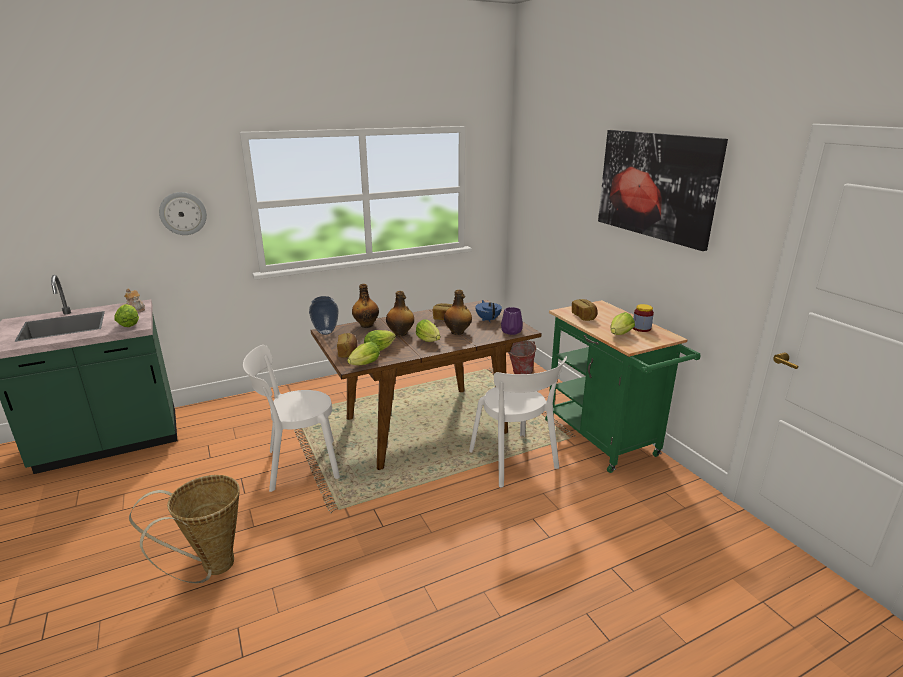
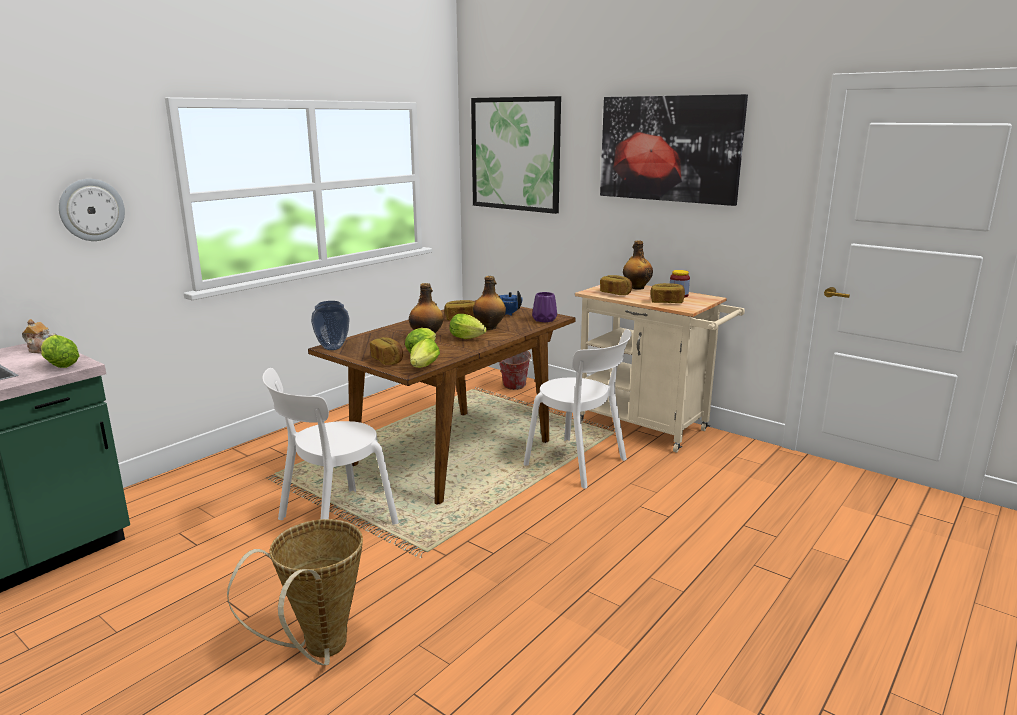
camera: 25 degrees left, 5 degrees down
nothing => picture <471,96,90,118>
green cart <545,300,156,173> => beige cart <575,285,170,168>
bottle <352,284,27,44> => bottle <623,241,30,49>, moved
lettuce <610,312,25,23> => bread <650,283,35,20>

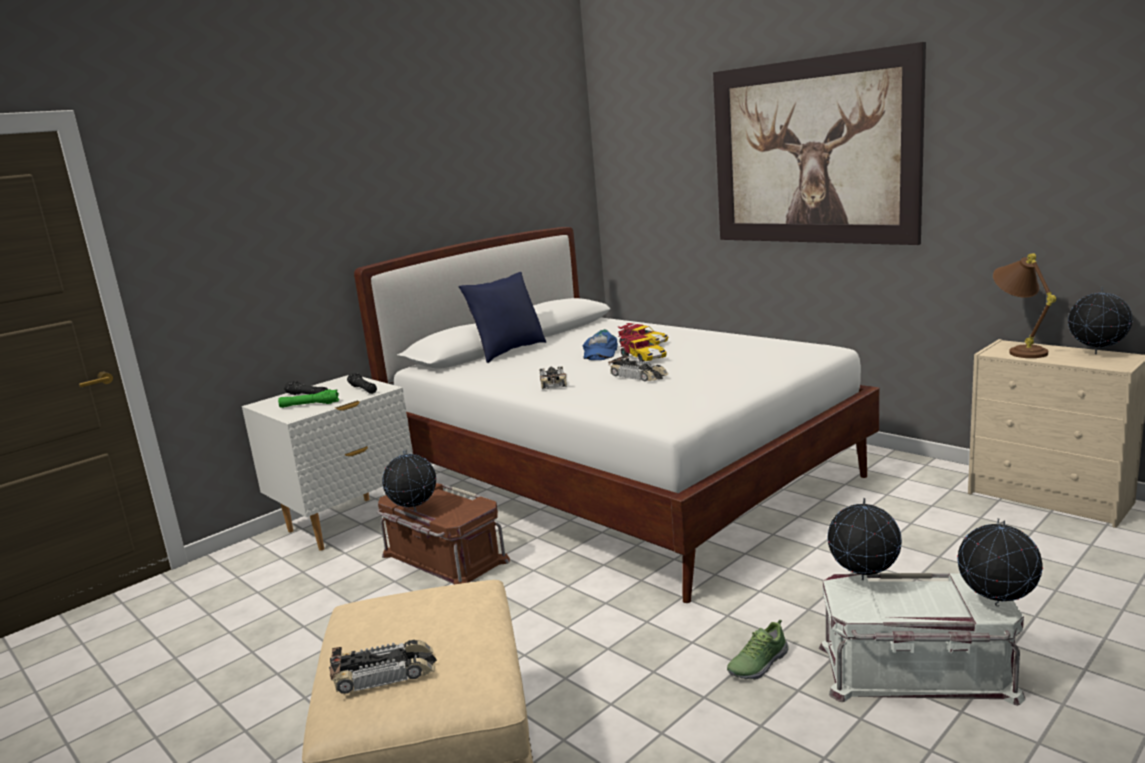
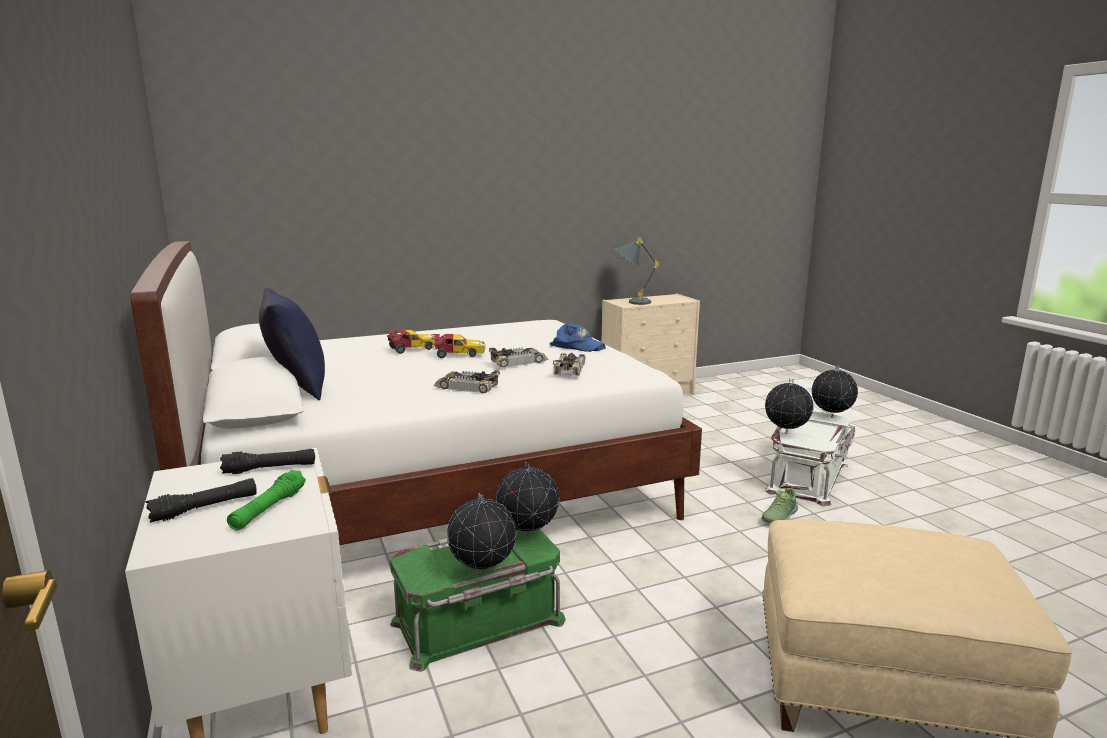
camera: 70 degrees left, 0 degrees up
brown storage box <377,483,133,102> => green storage box <390,529,176,143>
globe <1068,286,64,68> => globe <496,462,63,74>, moved
blue cap <583,329,35,31> => blue cap <549,323,57,29>, moved
toy car <329,640,108,54> => toy car <553,352,33,24>, moved
brown table lamp <993,253,63,105> => grey table lamp <615,237,45,68>
shoe <727,620,61,60> => shoe <761,486,37,38>, 60 degrees clockwise
picture <713,42,213,203> => nothing

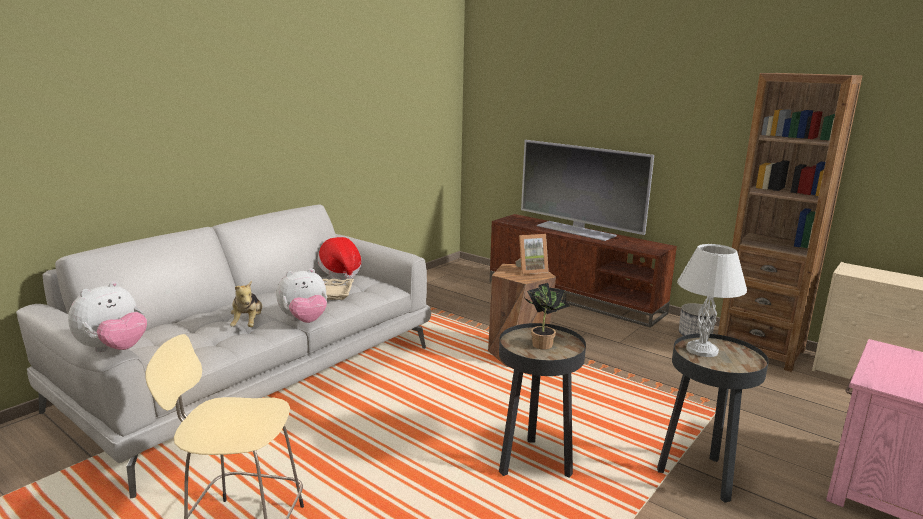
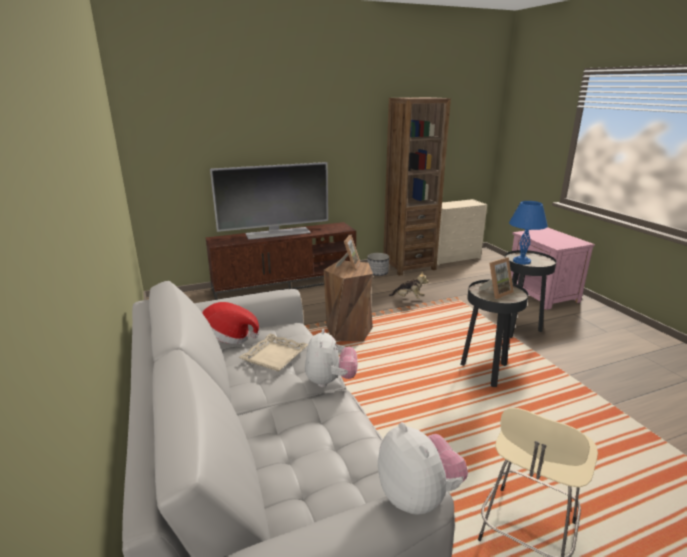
camera: 60 degrees left, 5 degrees up
plush toy <230,281,32,46> => plush toy <389,272,40,27>, moved
potted plant <524,283,46,67> => picture frame <479,257,35,42>
white table lamp <677,244,70,113> => blue table lamp <509,201,39,64>

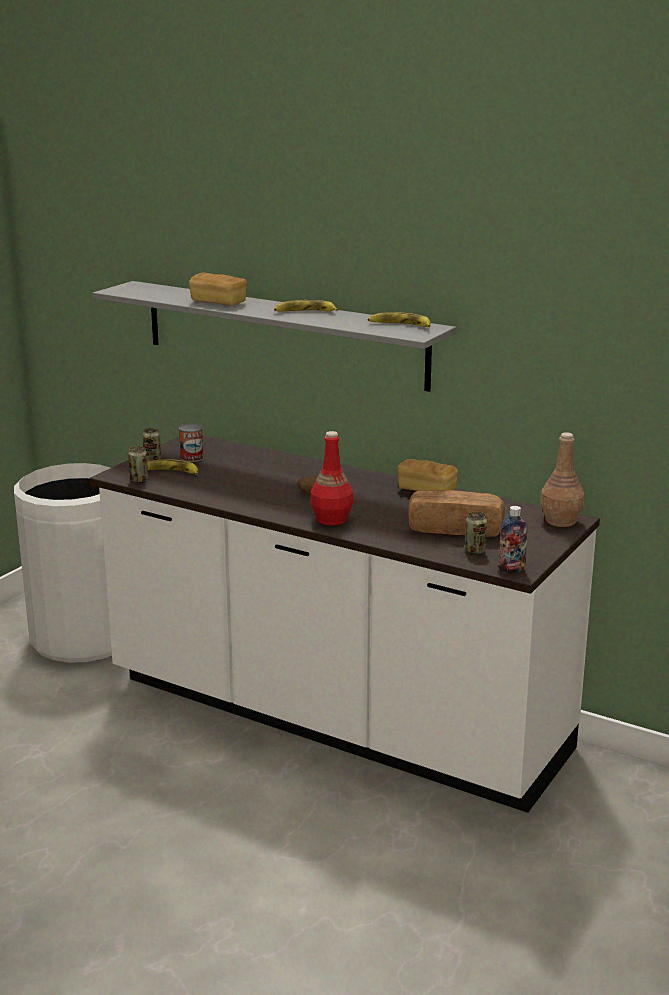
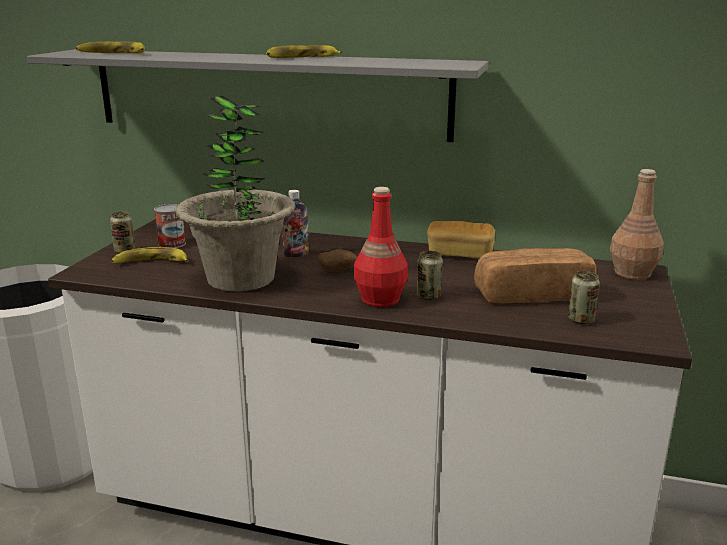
camera: 15 degrees left, 0 degrees up
banana <367,312,64,15> => banana <76,41,69,12>, moved
nothing => potted plant <175,96,121,196>
bottle <498,506,30,67> => bottle <282,190,27,68>, moved
can <128,446,20,37> => can <417,251,26,49>, moved
bread <189,272,58,34> => nothing

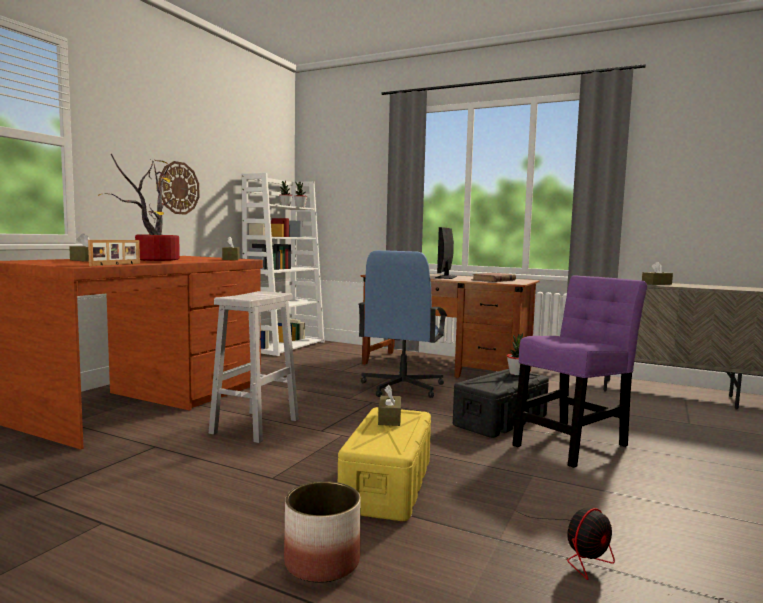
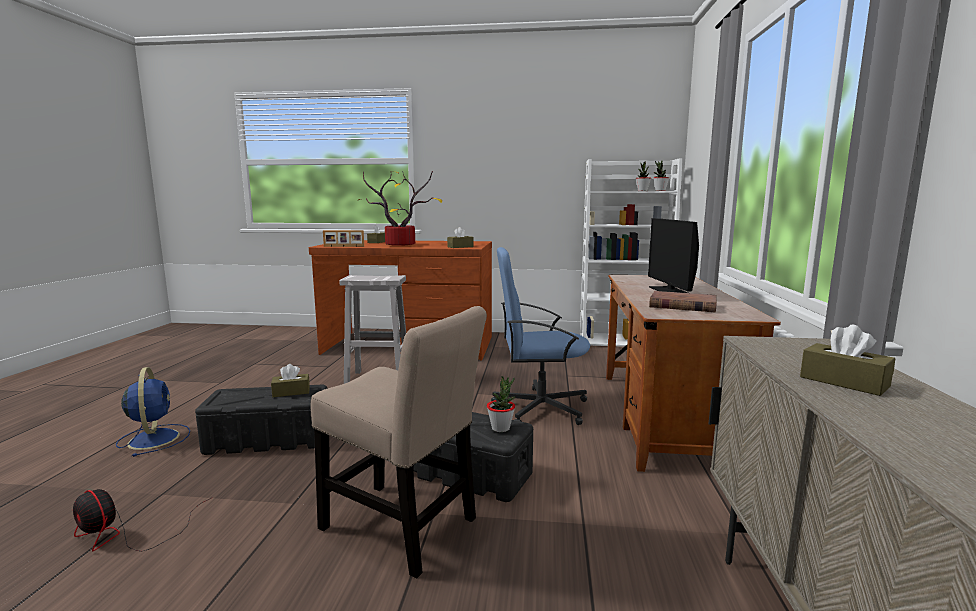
camera: 70 degrees right, 5 degrees up
planter <284,481,77,102> => blue fan <116,367,74,90>
yellow storage box <338,407,93,114> => black storage box <195,385,132,70>
purple chair <512,275,135,193> => beige chair <310,306,177,272>
monitor <435,227,22,52> => monitor <648,218,51,75>, 90 degrees counterclockwise
wall clock <159,161,40,54> => nothing

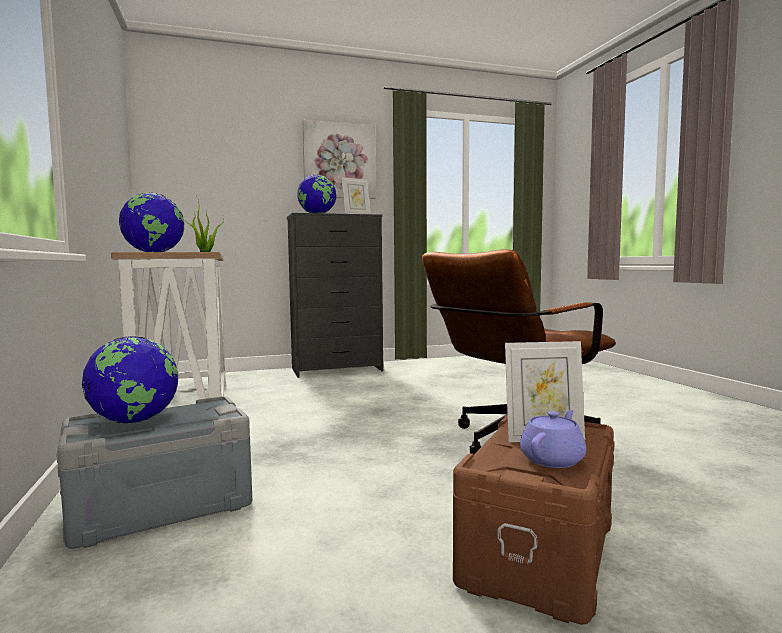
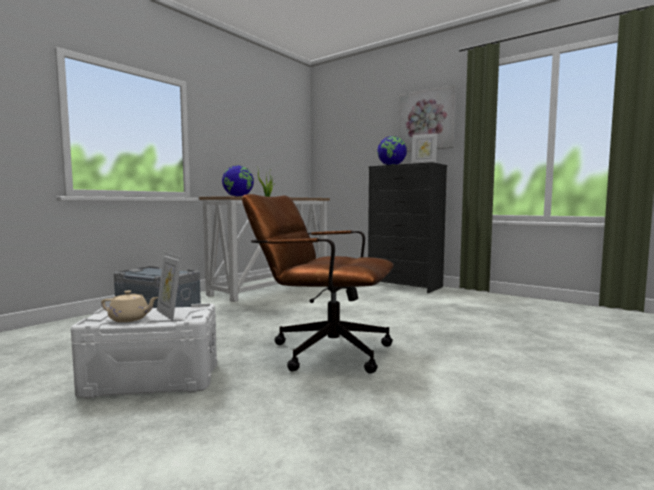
camera: 55 degrees right, 0 degrees up
brown storage box <453,415,162,209> => white storage box <71,303,146,96>
purple teapot <520,410,66,58> => beige teapot <101,290,58,32>
globe <82,336,97,87> => nothing

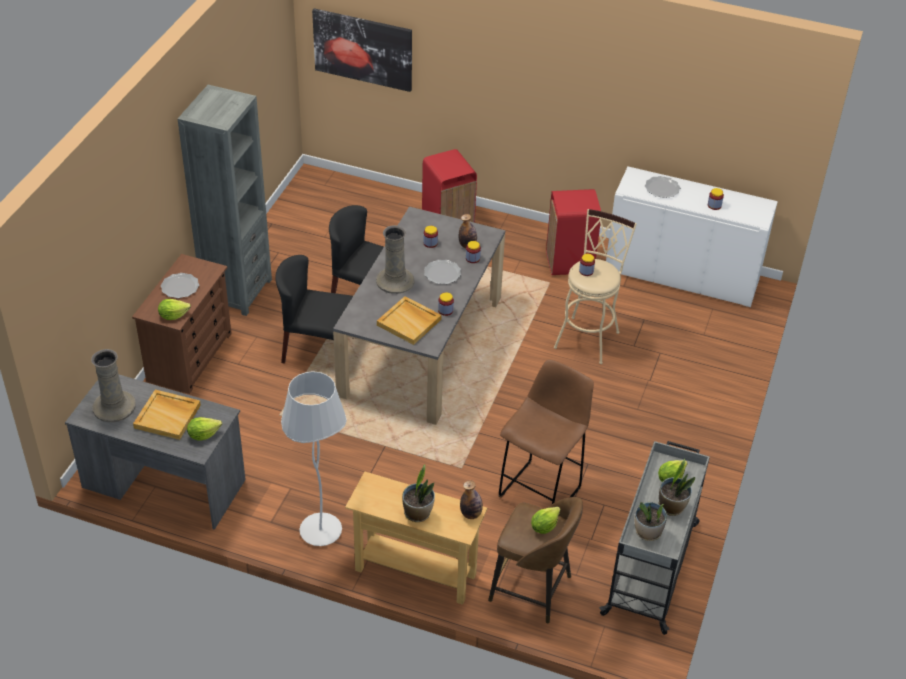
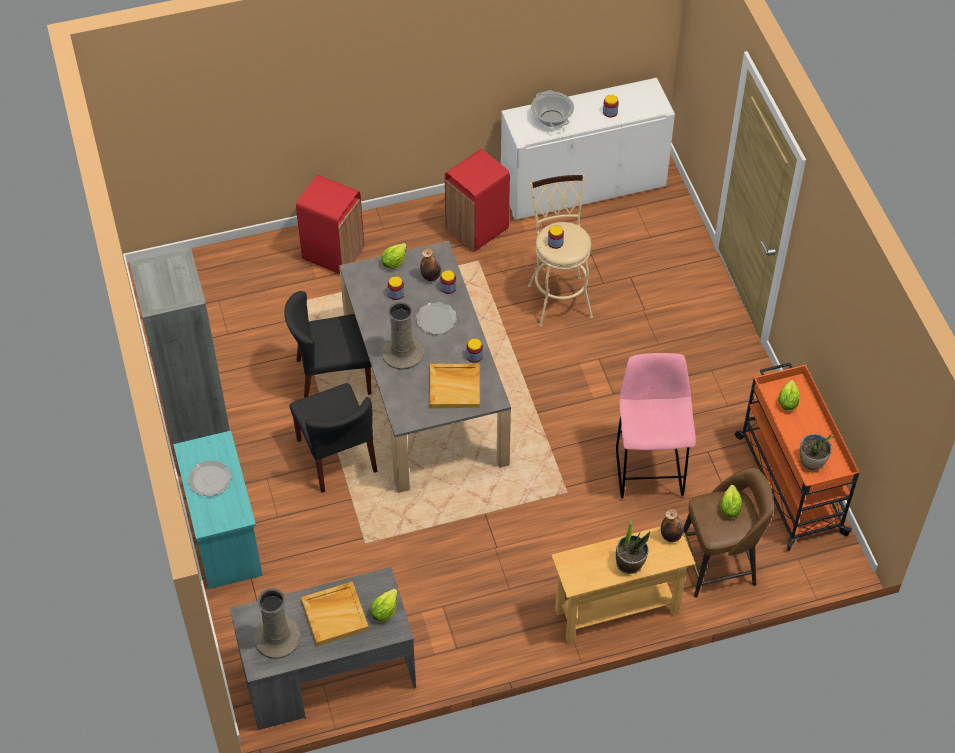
camera: 35 degrees left, 10 degrees up
brown dresser <132,254,100,140> => turquoise dresser <173,431,90,158>
black chair <276,255,79,108> => black chair <289,383,88,110>, 90 degrees counterclockwise
lettuce <158,299,33,21> => lettuce <381,243,26,26>, moved
plate <645,176,35,22> => cooking pot <531,90,43,38>
brown stool <498,360,96,144> => pink stool <616,353,80,146>
grey cart <599,441,111,194> => orange cart <735,363,125,188>
white floor lamp <281,371,66,175> => nothing
picture <312,8,100,84> => nothing
potted plant <659,459,36,57> => nothing

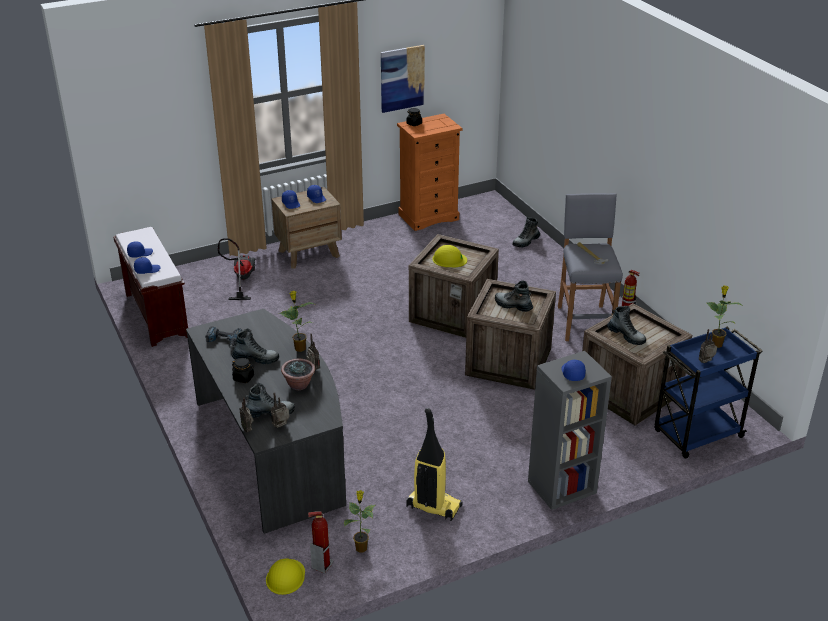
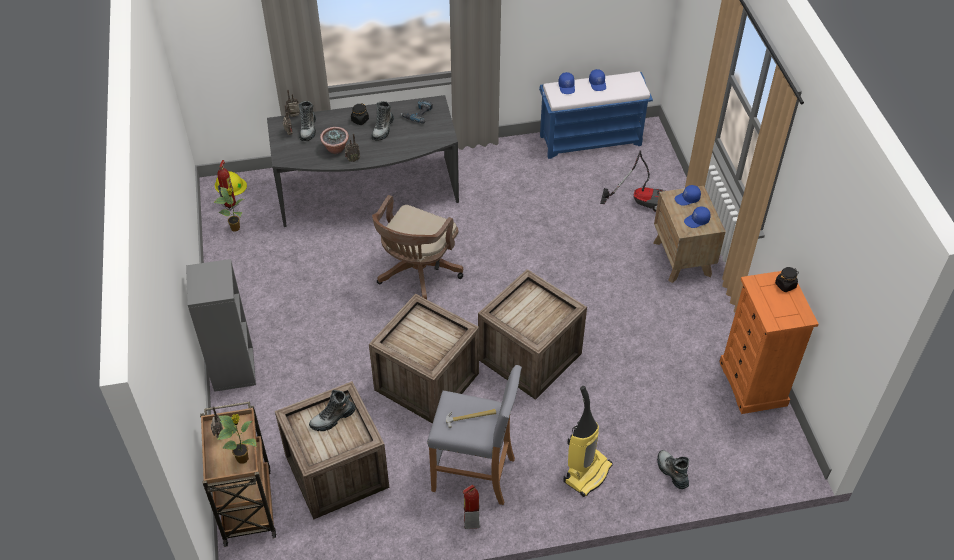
camera: 105 degrees right, 15 degrees up
blue cart <654,327,109,132> => brown cart <200,401,76,146>
nothing => brown office chair <372,195,91,104>
brown bench <113,227,75,120> => blue bench <539,71,114,88>
vacuum cleaner <406,408,57,113> => vacuum cleaner <563,386,50,111>, moved
potted plant <279,290,35,62> => nothing
picture <381,45,44,68> => nothing
yellow hard hat <432,245,35,22> => nothing
boot <495,281,38,31> => nothing
blue cap <561,360,25,21> => nothing

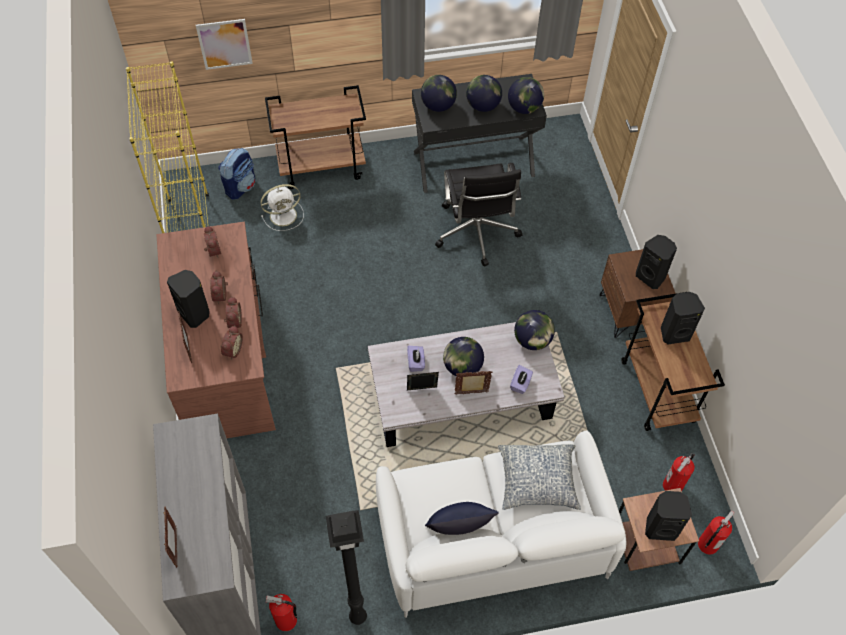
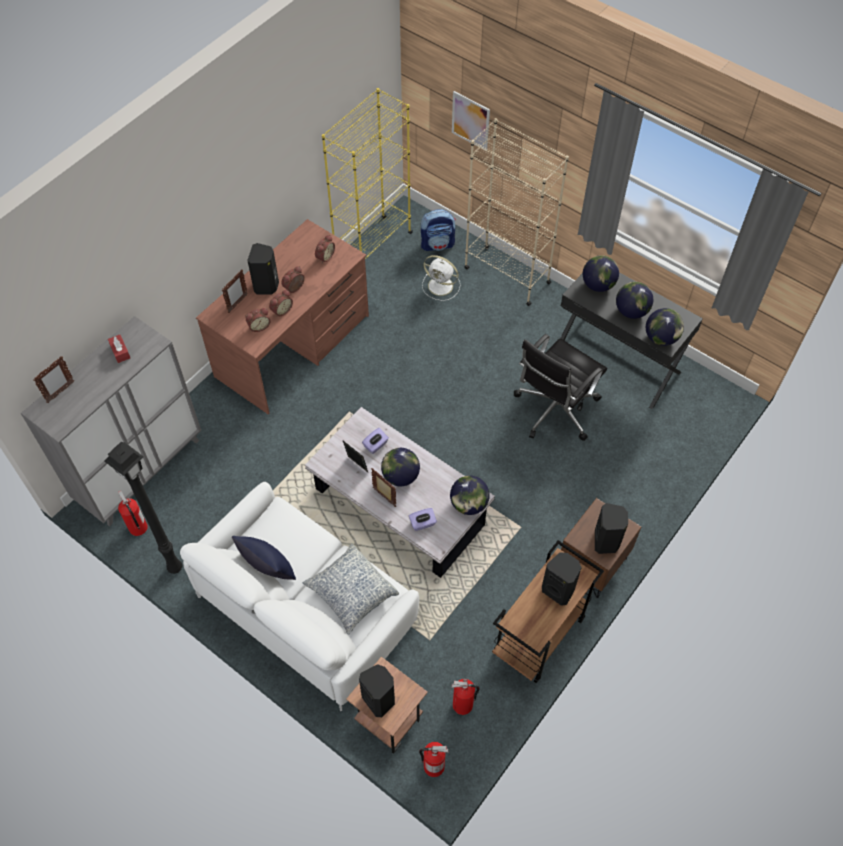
camera: 50 degrees right, 0 degrees up
nothing => red tissue box <108,335,22,28>
brown cart <265,85,101,104> => beige bookcase <465,118,104,188>

